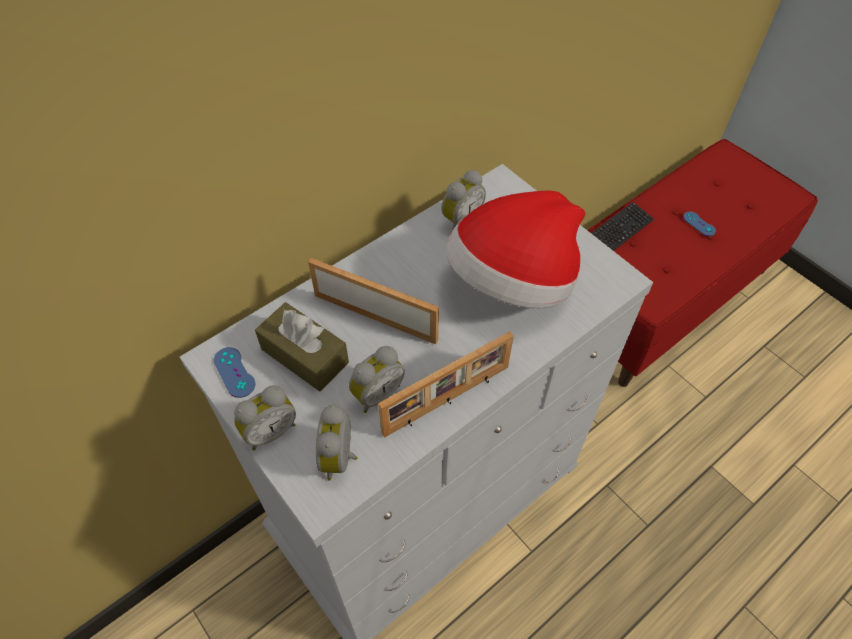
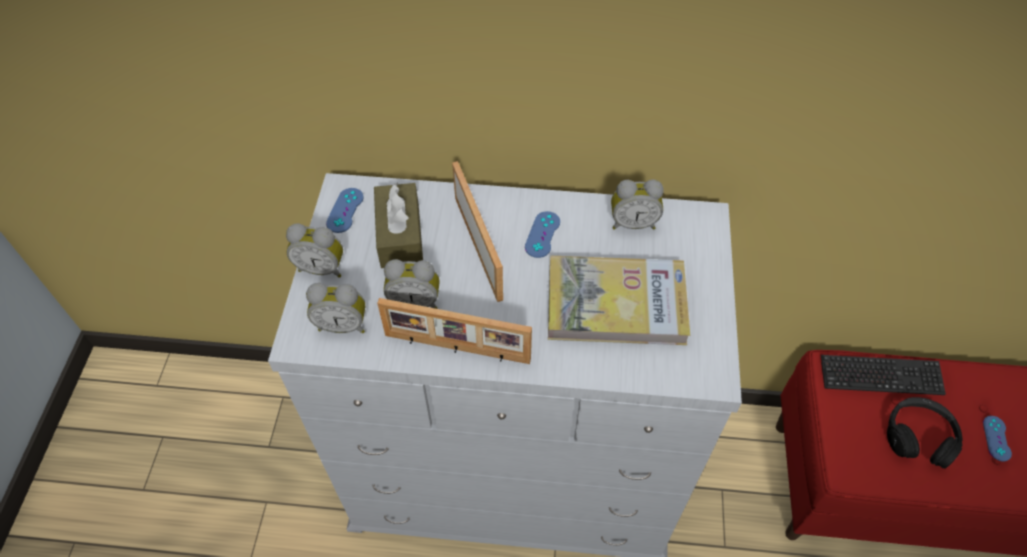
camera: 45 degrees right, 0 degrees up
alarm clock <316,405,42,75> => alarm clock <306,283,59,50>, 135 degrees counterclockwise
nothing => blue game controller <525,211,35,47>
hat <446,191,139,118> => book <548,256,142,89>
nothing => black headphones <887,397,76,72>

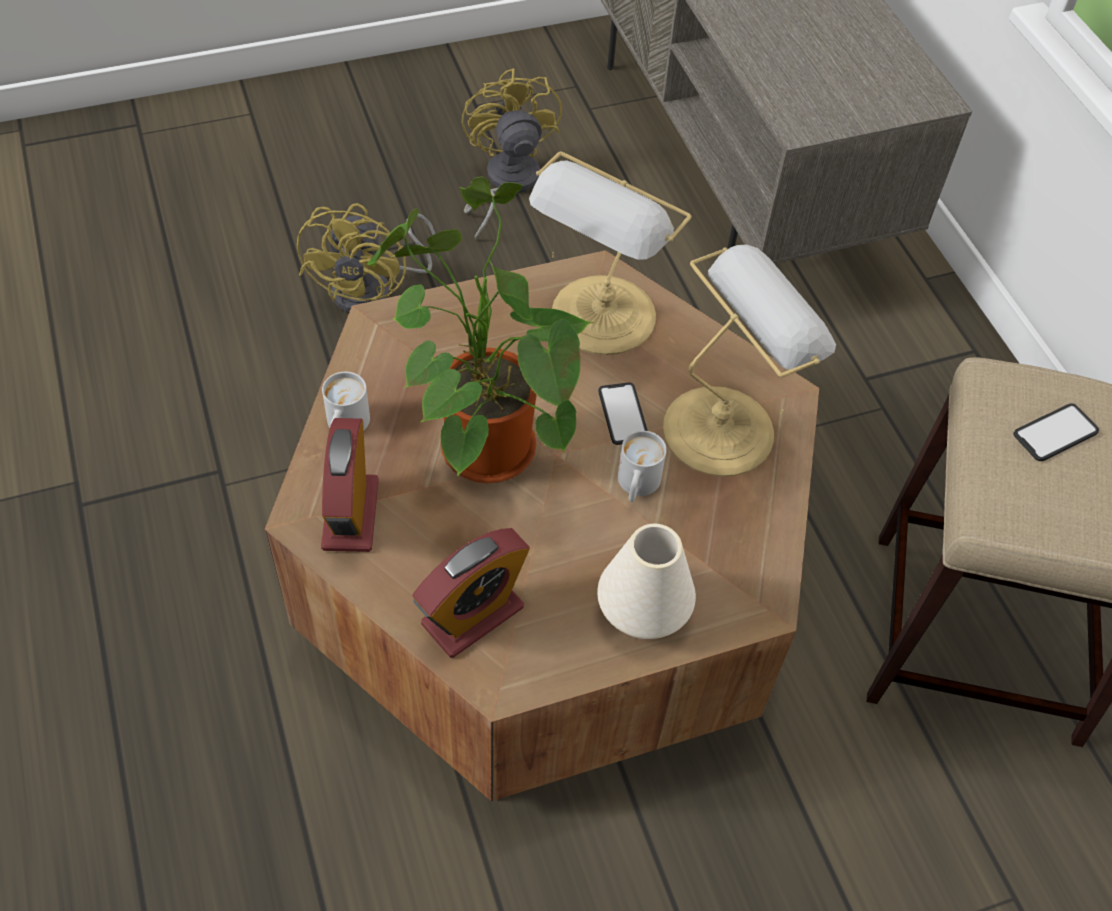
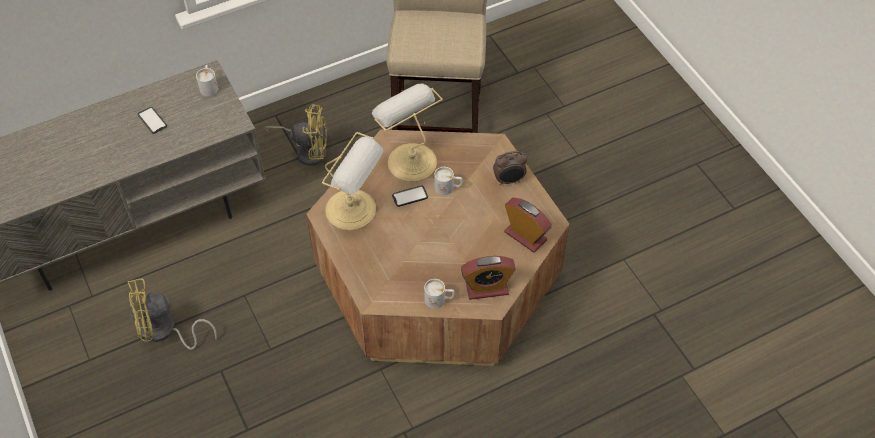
camera: 95 degrees left, 0 degrees up
phone <1013,404,86,57> => phone <138,107,29,27>, moved
nothing => white mug <196,65,22,31>
yellow fan <297,203,138,110> => yellow fan <264,104,63,62>, moved
white vase <597,524,99,115> => alarm clock <493,151,34,34>
potted plant <367,177,227,306> => nothing

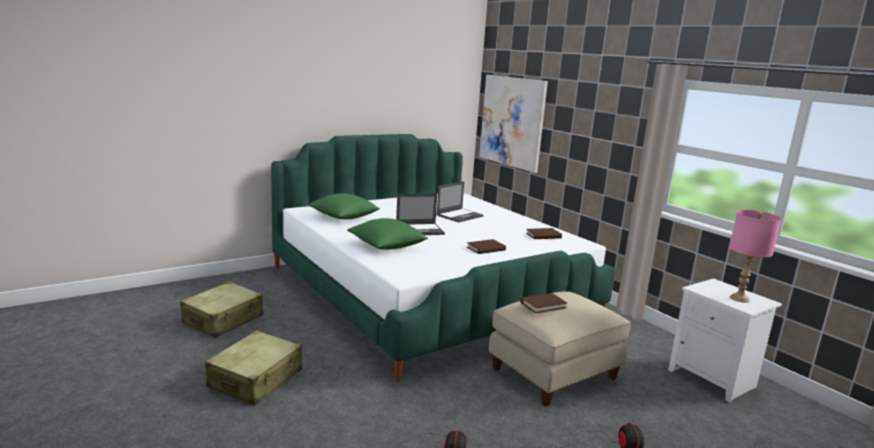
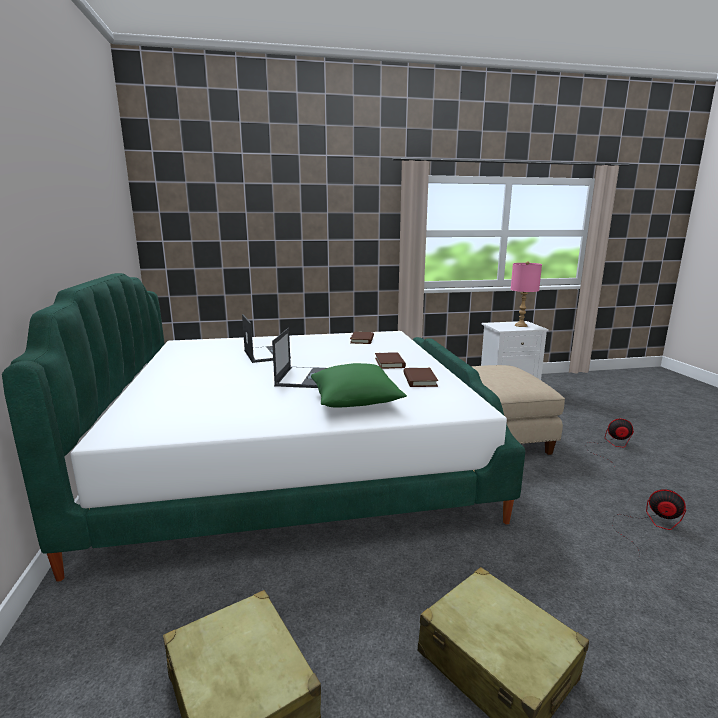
camera: 65 degrees left, 0 degrees up
brown book <521,293,46,20> => brown book <404,368,34,19>, moved
green pillow <308,193,72,27> => nothing
picture <479,75,69,98> => nothing

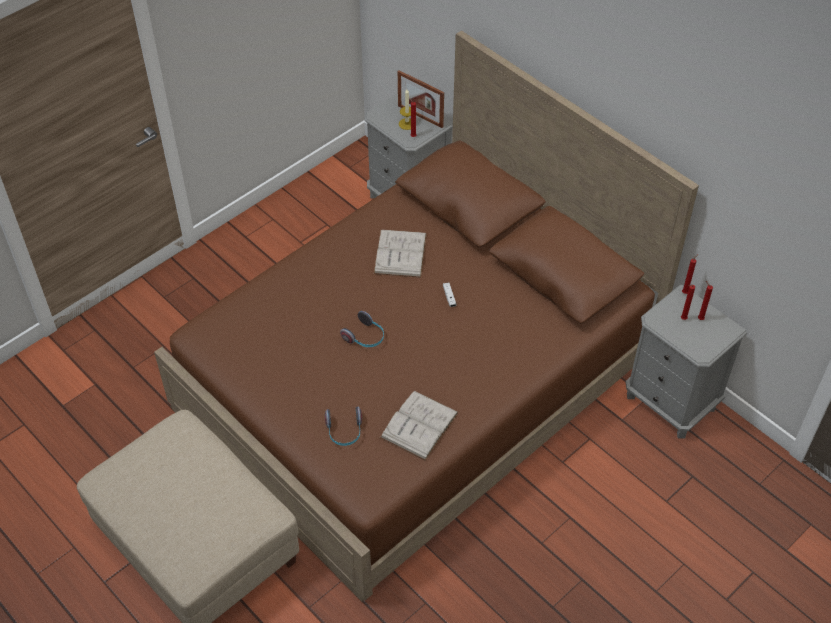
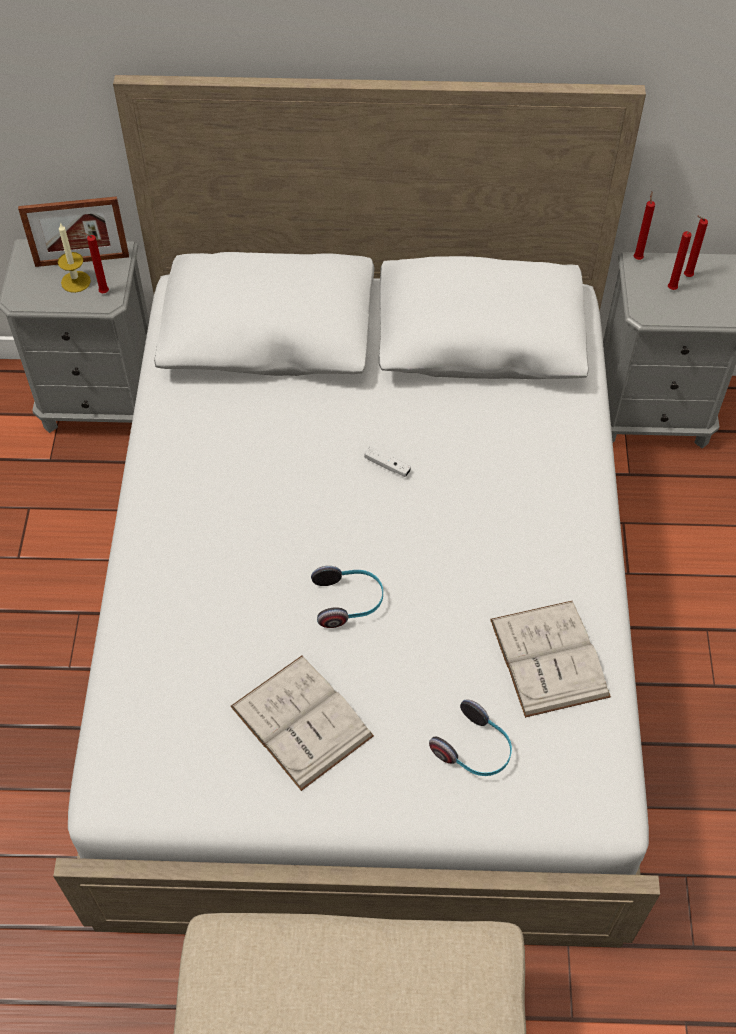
camera: 45 degrees left, 5 degrees up
brown bed <154,30,545,572> => white bed <53,75,607,872>
white book <374,229,53,49> => white book <230,656,144,135>, moved

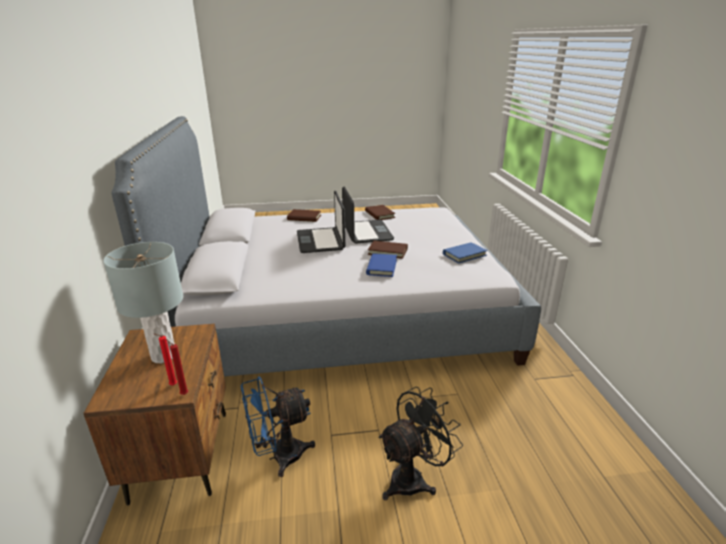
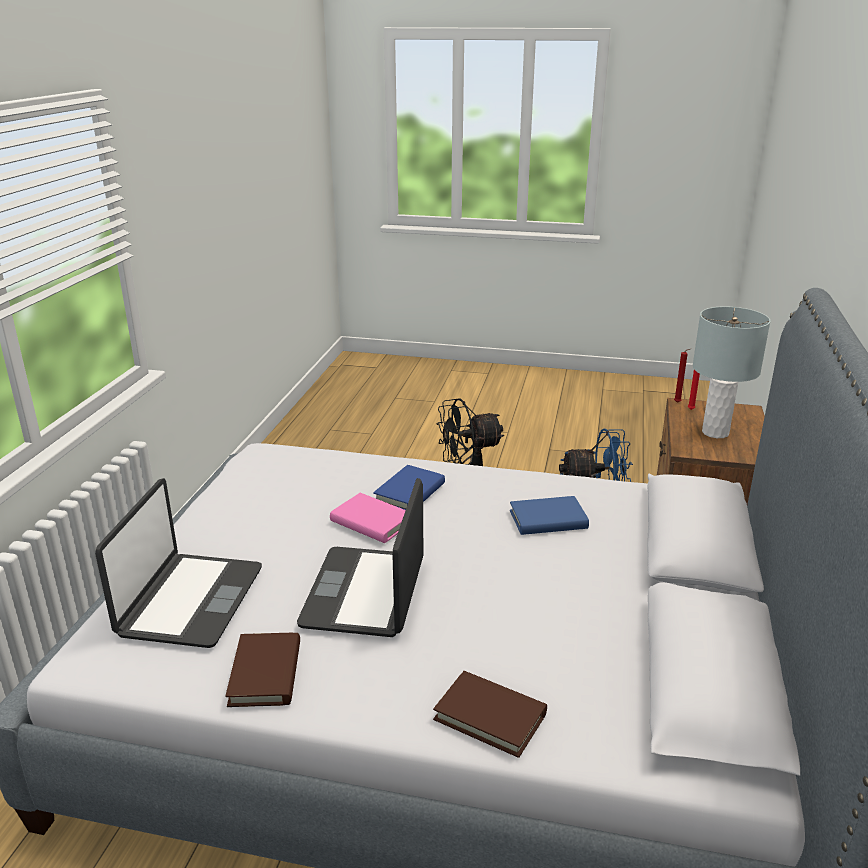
camera: 160 degrees left, 0 degrees up
laptop <297,191,49,62> => laptop <95,478,167,170>, moved
brown book <368,241,40,18> => pink book <330,493,76,50>
blue book <443,242,45,22> => blue book <510,496,79,39>, moved

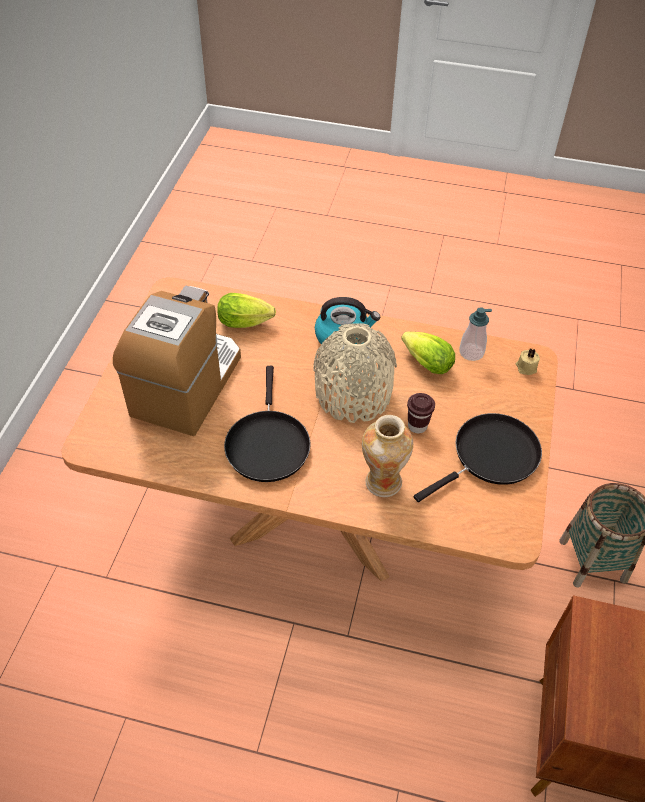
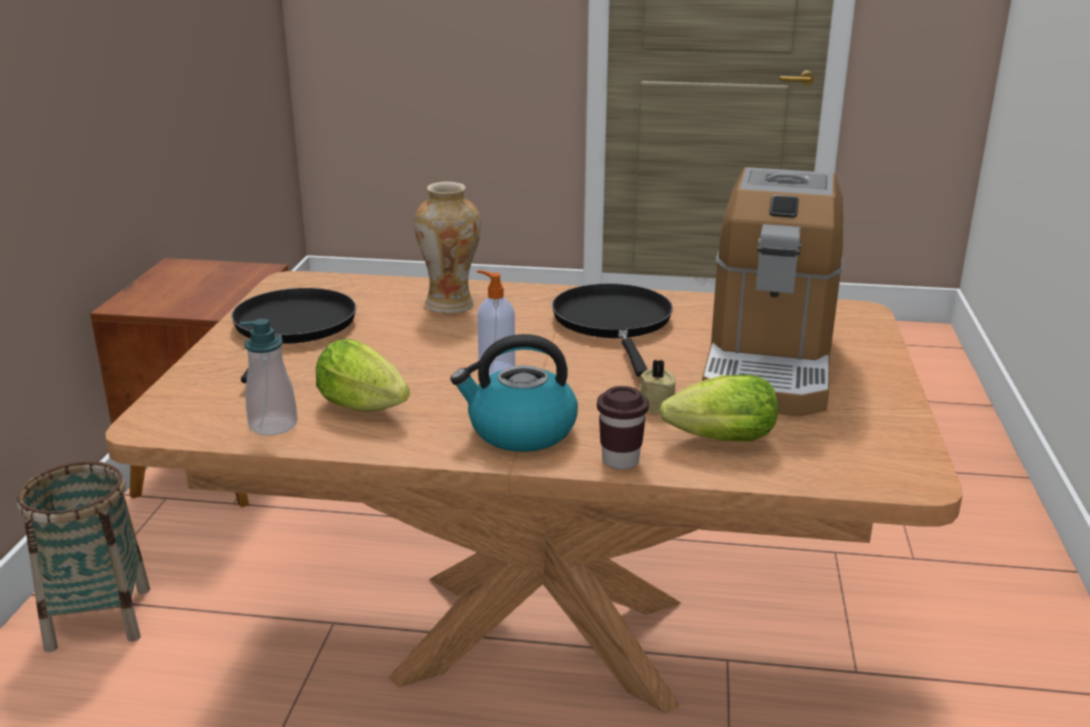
camera: 175 degrees right, 25 degrees down
black frying pan <414,413,128,89> => black frying pan <231,288,125,95>, 135 degrees clockwise
beige vase <313,323,84,100> => soap dispenser <477,270,38,105>
brown cup <407,393,28,40> => brown cup <597,386,52,84>, moved
beige candle <516,349,24,26> => beige candle <640,360,36,54>, moved

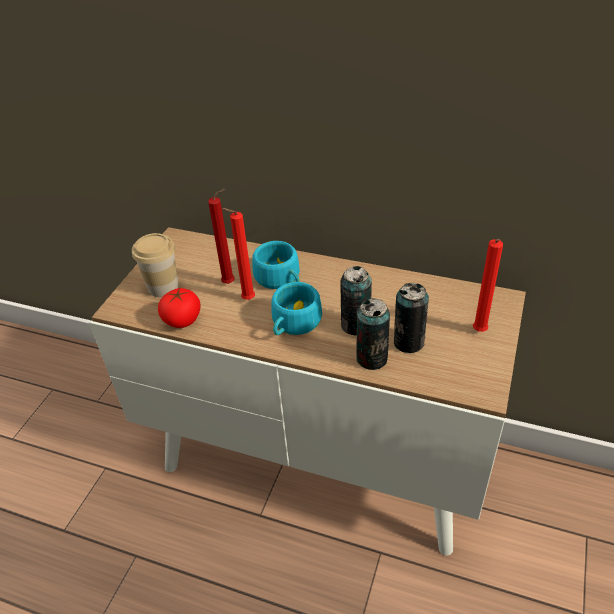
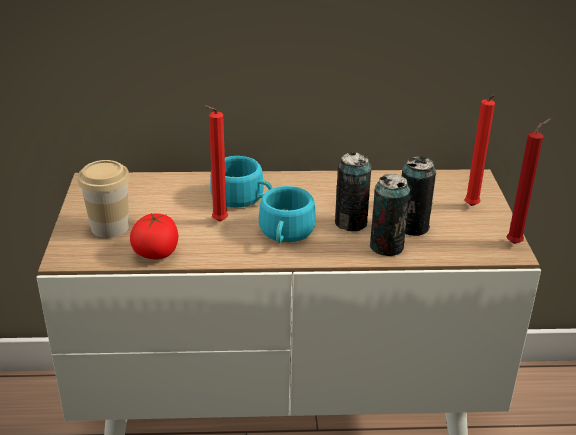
camera: 25 degrees left, 10 degrees down
red candle <208,189,27,95> => red candle <507,119,44,125>, moved

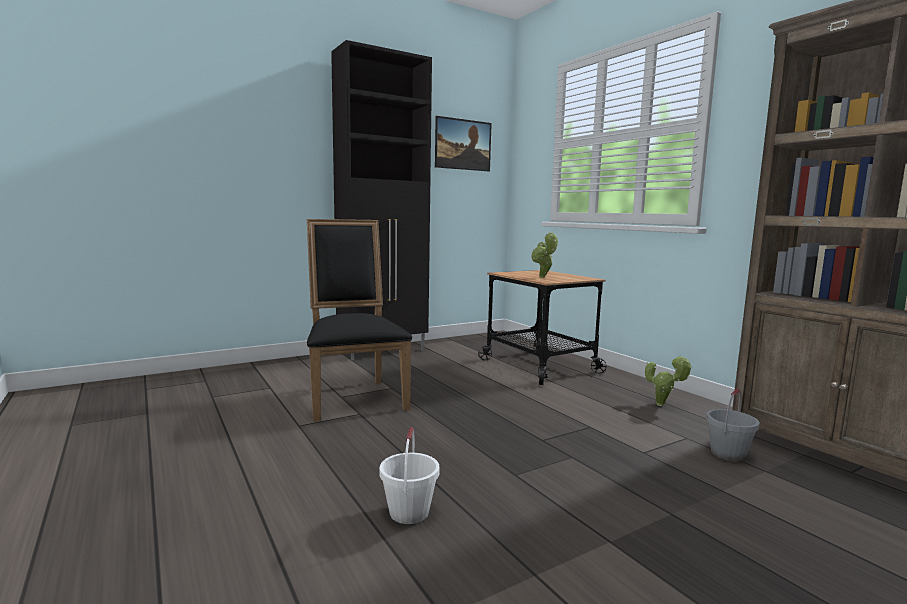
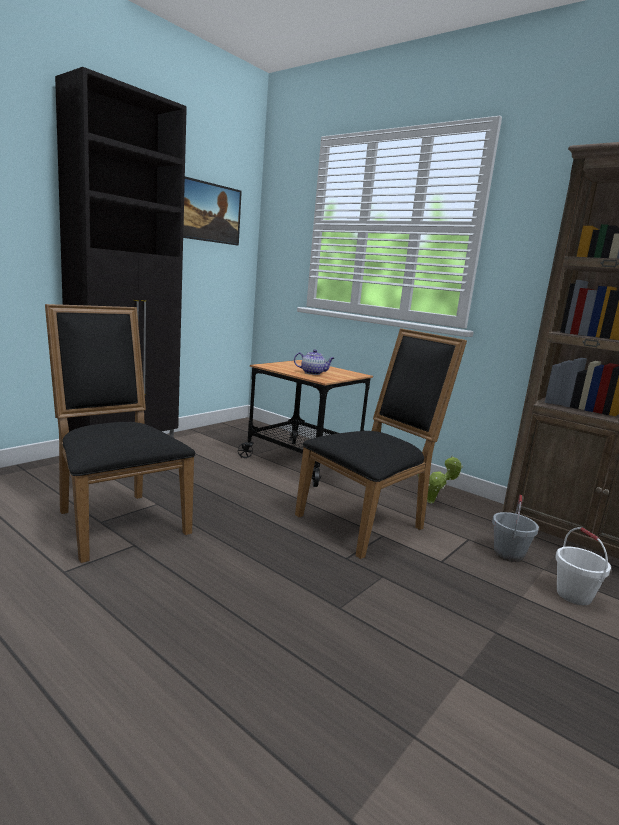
camera: 20 degrees left, 5 degrees up
potted plant <531,232,27,46> => teapot <294,349,40,26>
nothing => black chair <295,328,172,231>
white bucket <380,427,60,97> => white bucket <555,527,56,78>, moved

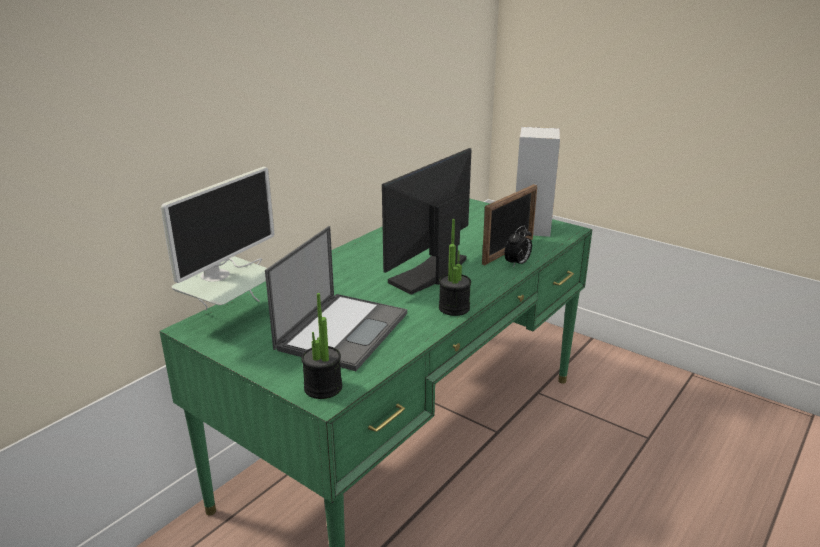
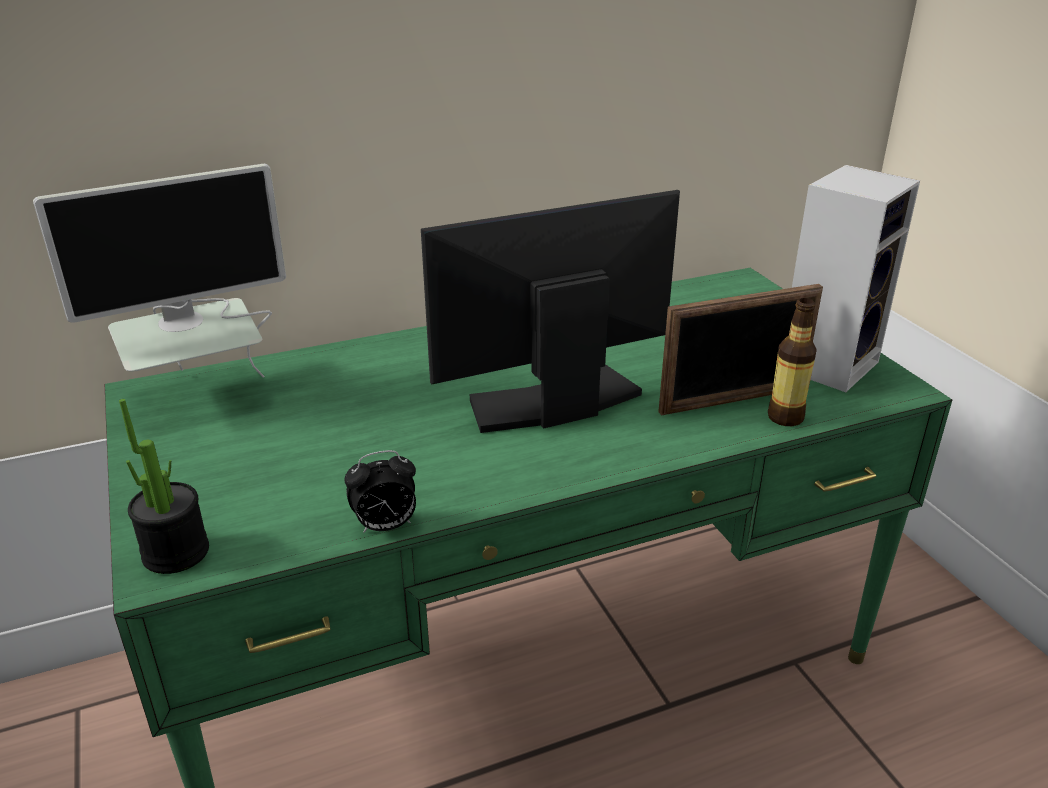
camera: 30 degrees right, 5 degrees up
alarm clock <504,226,28,41> => alarm clock <345,450,71,83>, moved
nothing => bottle <768,298,49,128>
laptop <265,226,142,145> => nothing
potted plant <439,219,32,97> => nothing

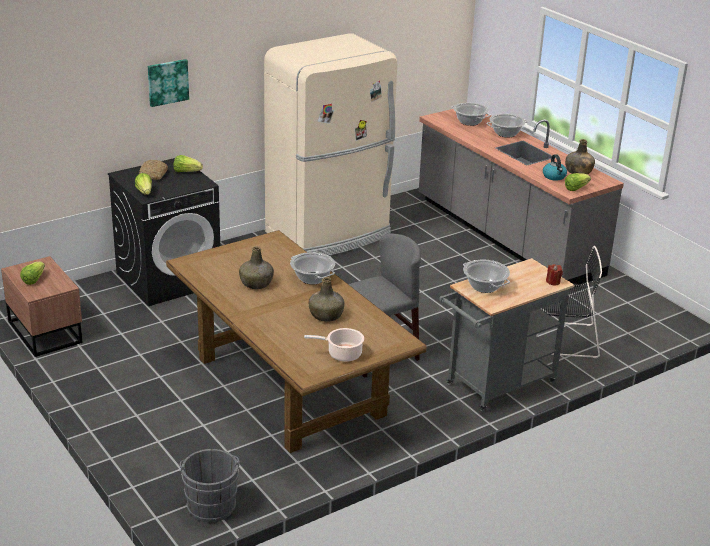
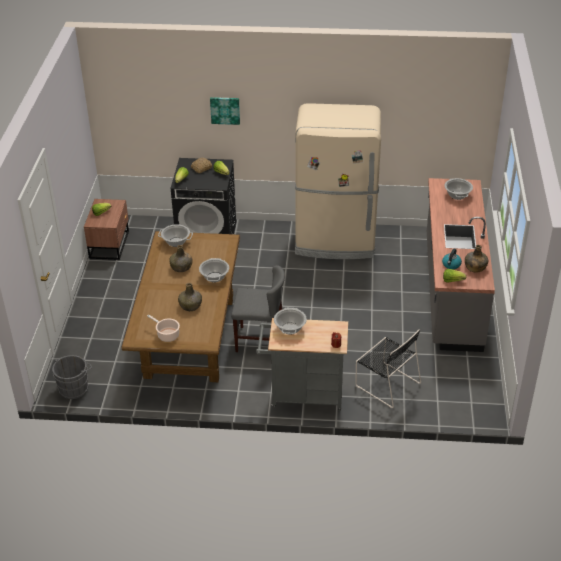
camera: 40 degrees right, 10 degrees up
cooking pot <487,114,41,24> => cooking pot <158,224,35,23>, moved

